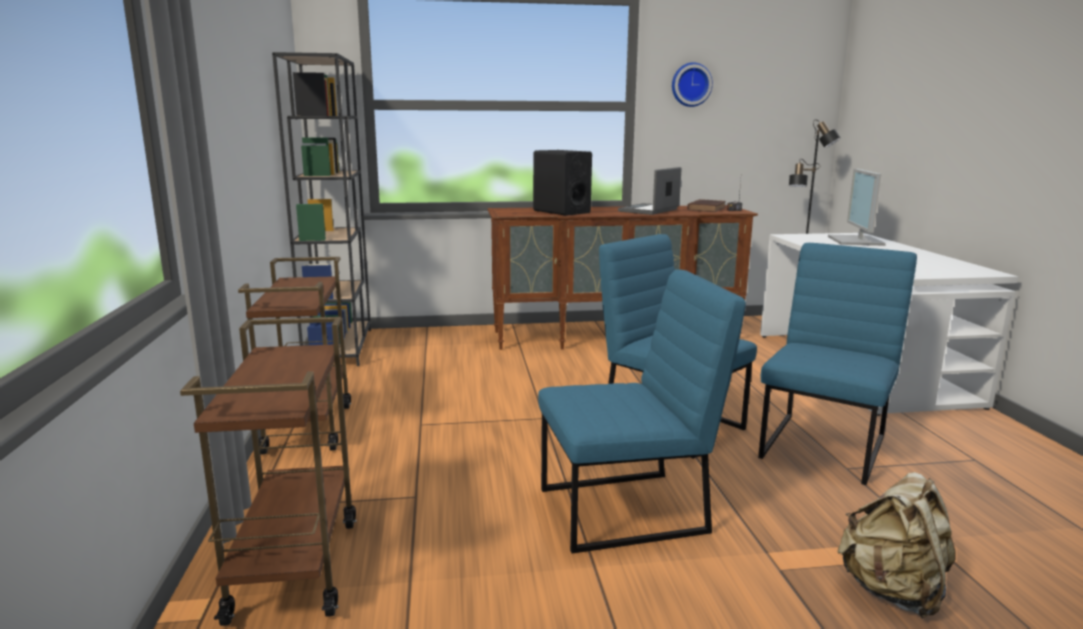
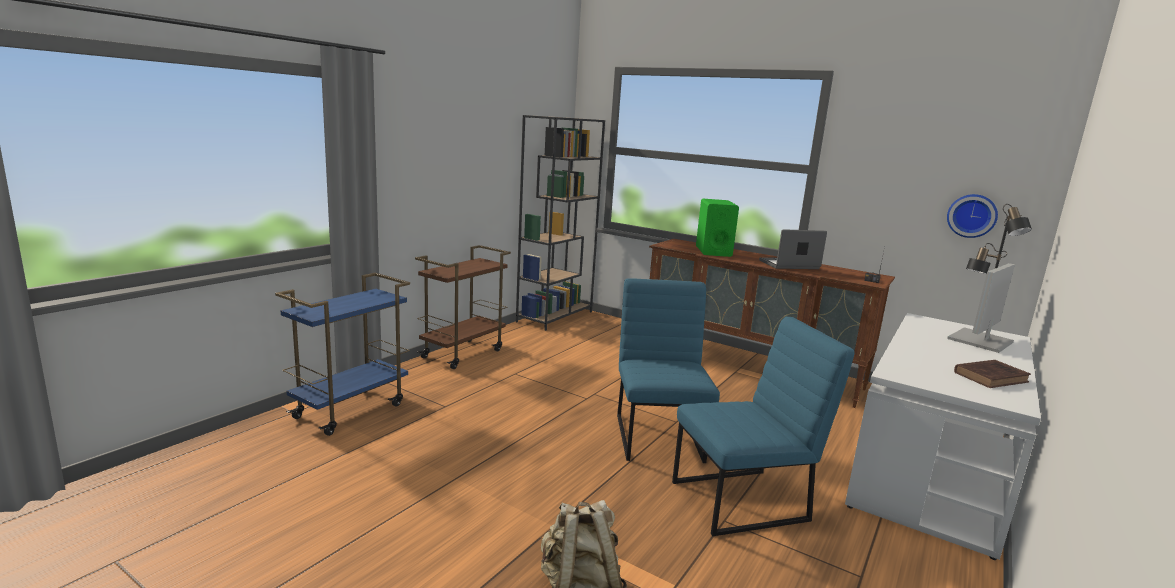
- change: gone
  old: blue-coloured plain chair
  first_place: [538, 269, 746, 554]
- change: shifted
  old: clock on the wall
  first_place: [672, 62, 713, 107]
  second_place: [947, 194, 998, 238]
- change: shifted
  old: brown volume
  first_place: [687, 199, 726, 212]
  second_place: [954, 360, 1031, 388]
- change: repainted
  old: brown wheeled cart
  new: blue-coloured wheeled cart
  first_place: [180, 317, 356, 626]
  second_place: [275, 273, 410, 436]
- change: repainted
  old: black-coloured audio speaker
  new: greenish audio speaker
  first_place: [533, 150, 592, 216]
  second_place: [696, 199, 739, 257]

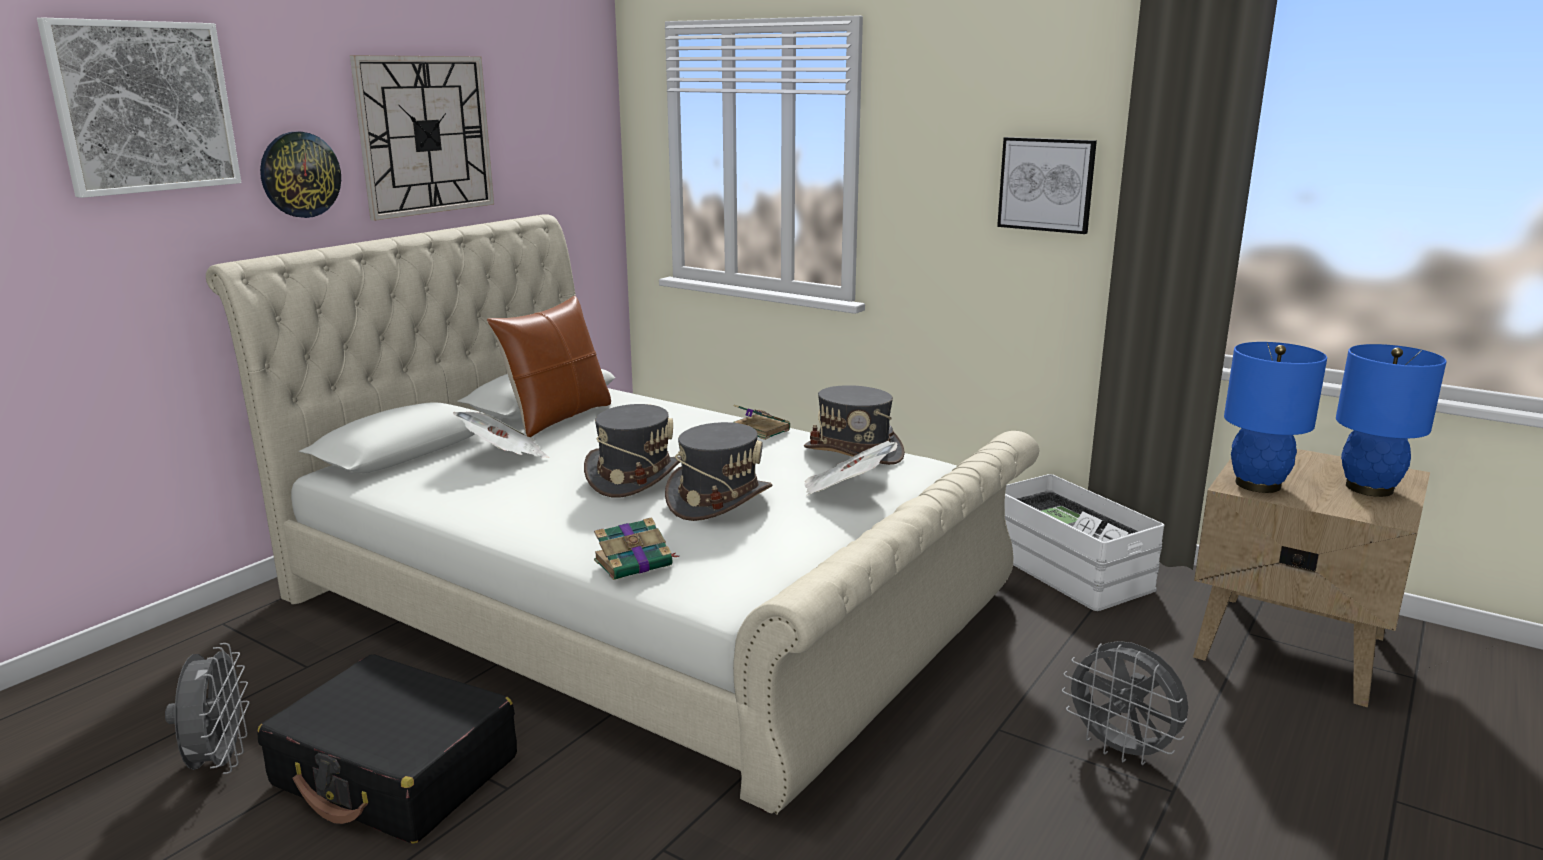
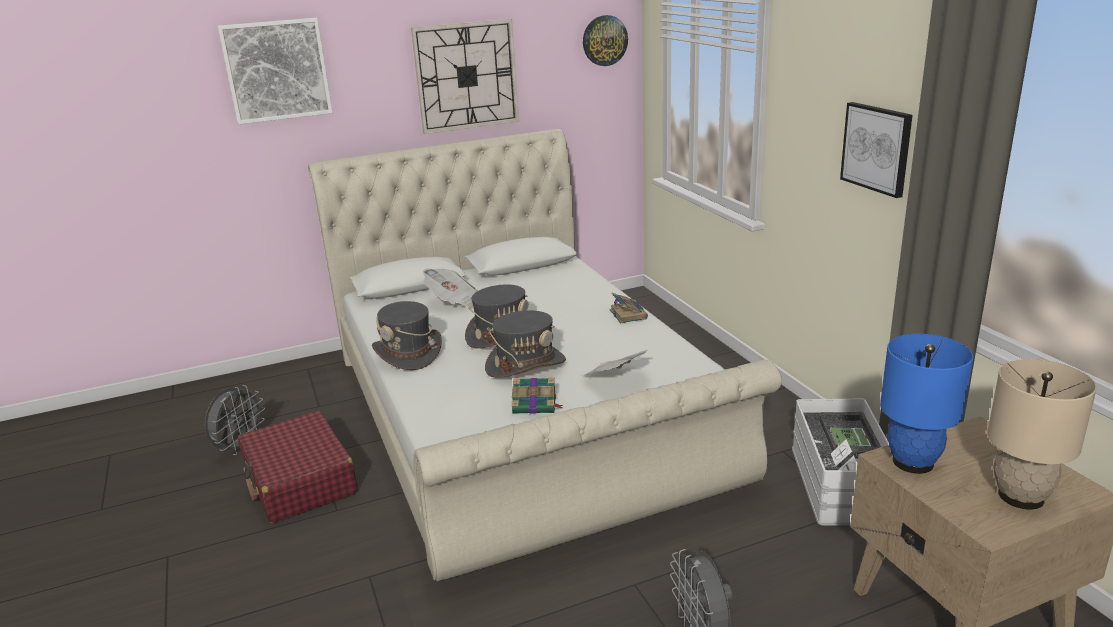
- change: gone
  old: brown pillow
  first_place: [487, 296, 611, 437]
- change: shifted
  old: clock on the wall
  first_place: [260, 132, 341, 218]
  second_place: [583, 15, 628, 66]
- change: shifted
  old: volume
  first_place: [594, 517, 679, 580]
  second_place: [512, 377, 563, 414]
- change: shifted
  old: grey wearable hat
  first_place: [804, 385, 905, 465]
  second_place: [372, 301, 442, 370]
- change: repainted
  old: black-coloured piece of luggage
  new: red piece of luggage
  first_place: [257, 654, 517, 844]
  second_place: [238, 411, 358, 524]
- change: repainted
  old: blue-coloured tabletop lamp
  new: sand-coloured tabletop lamp
  first_place: [1336, 344, 1447, 497]
  second_place: [987, 359, 1097, 510]

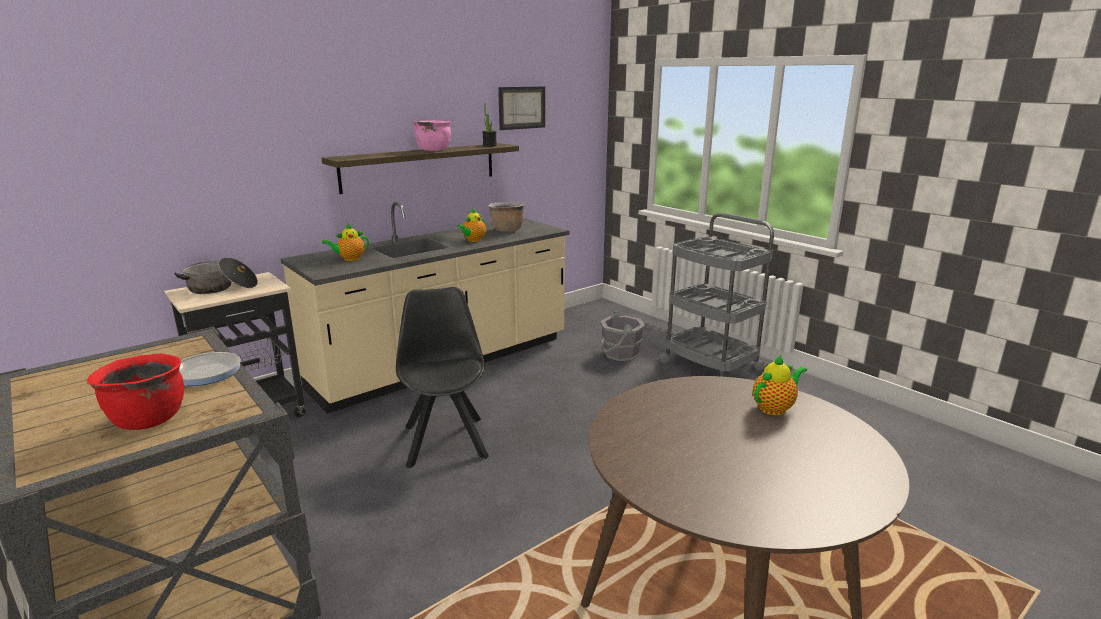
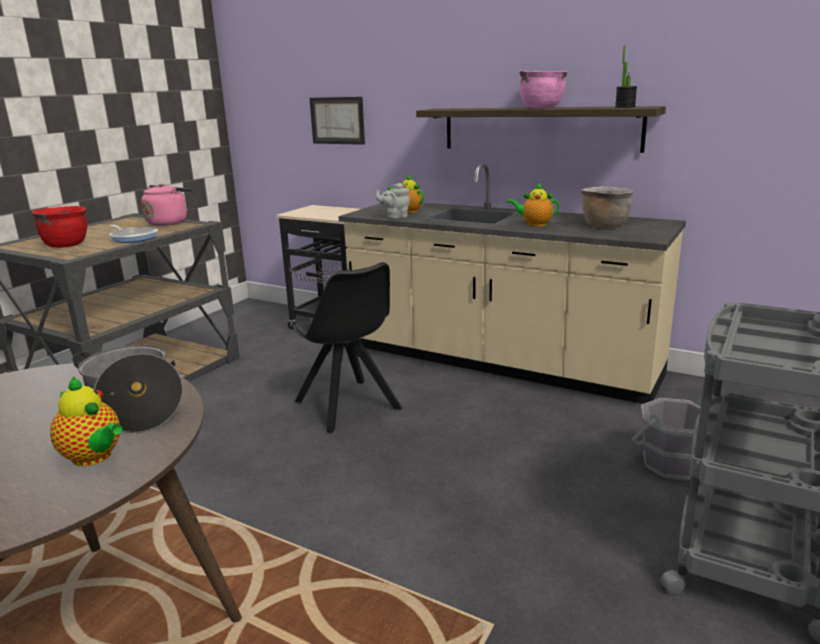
- change: new
  new: pink tea kettle
  second_place: [141, 184, 192, 226]
- change: new
  new: grey tea pot
  second_place: [376, 183, 410, 219]
- change: shifted
  old: saucepot
  first_place: [174, 257, 258, 294]
  second_place: [72, 344, 183, 433]
- change: shifted
  old: wall art
  first_place: [498, 86, 545, 130]
  second_place: [310, 97, 365, 145]
- change: rotated
  old: black-coloured plain chair
  first_place: [396, 287, 489, 468]
  second_place: [293, 262, 402, 433]
  degrees: 90

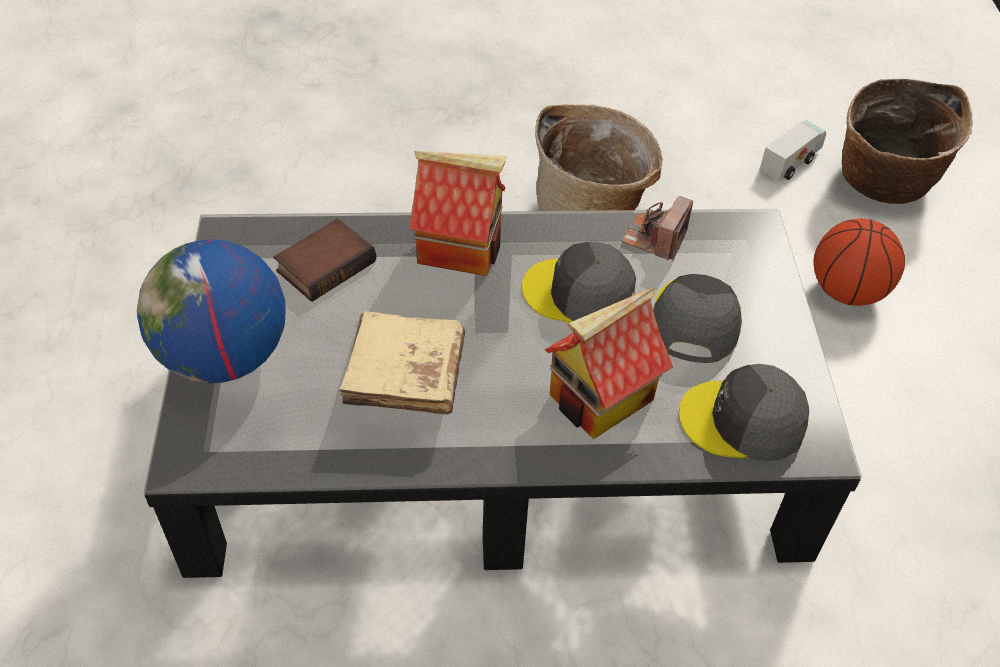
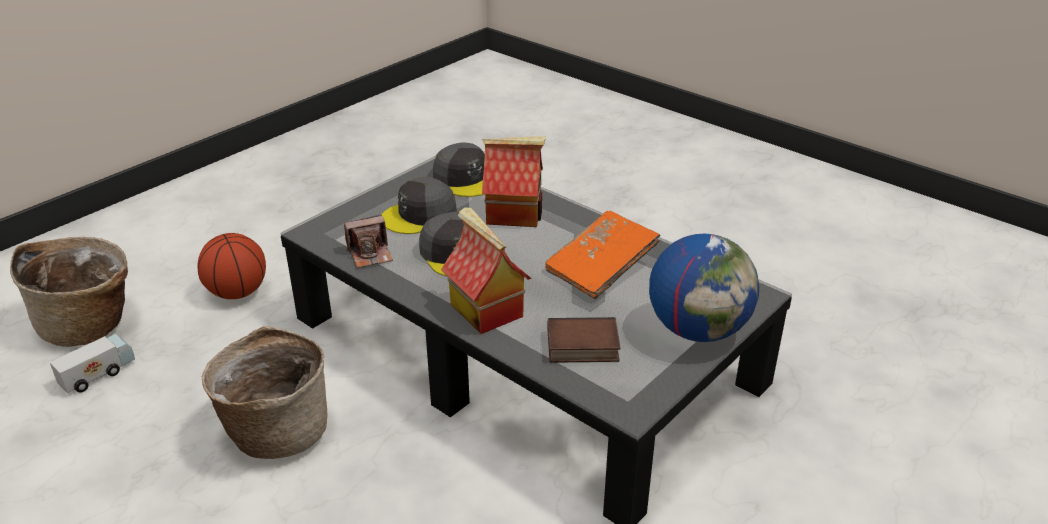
- change: repainted
  old: sand-coloured volume
  new: orange-coloured volume
  first_place: [340, 311, 465, 415]
  second_place: [545, 211, 661, 299]
- change: rotated
  old: toy lorry
  first_place: [760, 120, 826, 180]
  second_place: [50, 334, 135, 394]
  degrees: 135

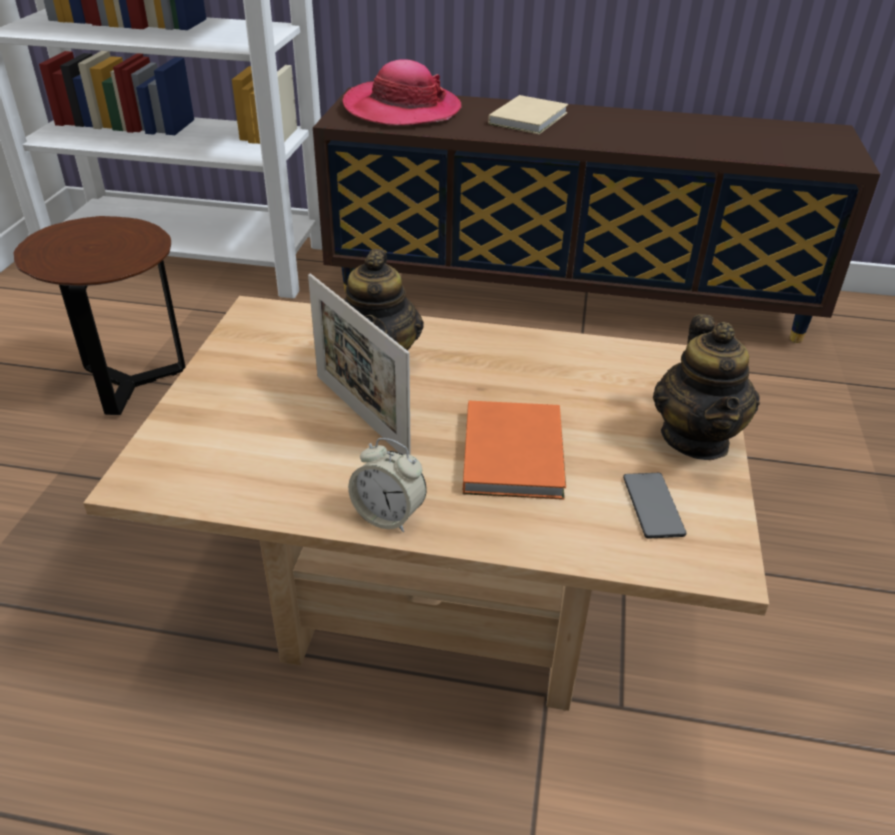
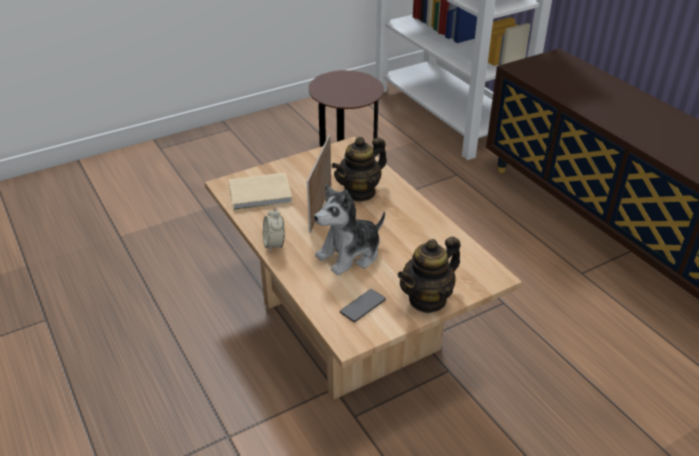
- change: gone
  old: wearable hat
  first_place: [342, 59, 461, 125]
- change: shifted
  old: sand-coloured volume
  first_place: [488, 95, 568, 134]
  second_place: [229, 173, 292, 210]
- change: swapped
  old: orange-coloured volume
  new: soft toy
  first_place: [463, 401, 566, 500]
  second_place: [314, 185, 385, 275]

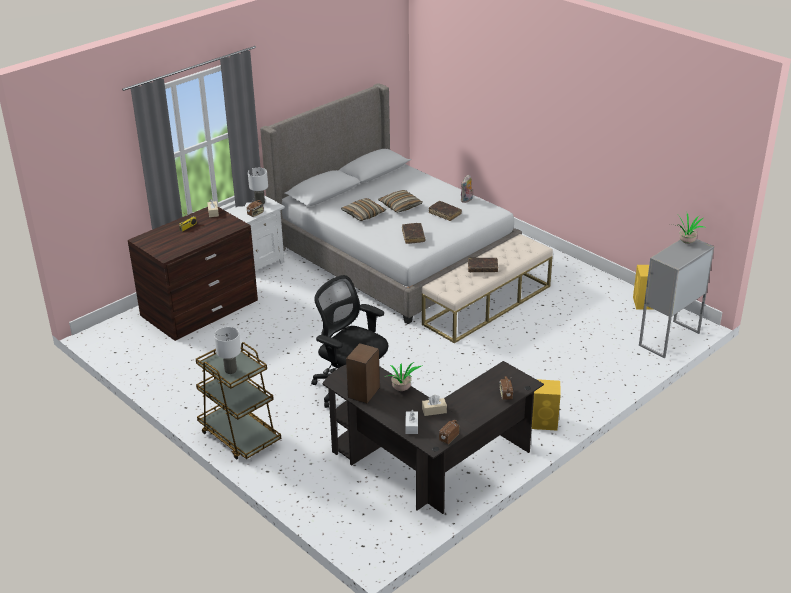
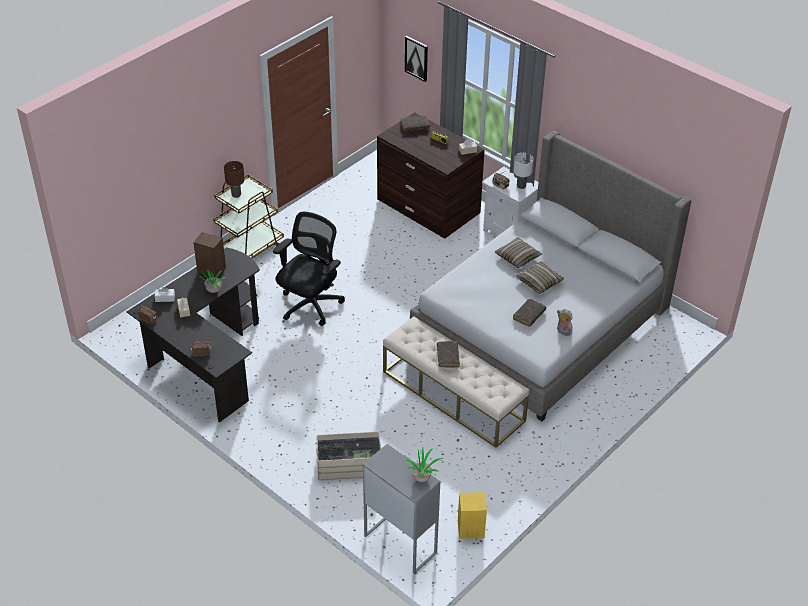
- change: gone
  old: yellowish audio speaker
  first_place: [532, 379, 561, 431]
- change: new
  new: sand-coloured storage box
  second_place: [316, 432, 381, 480]
- change: new
  new: wall art
  second_place: [405, 36, 428, 82]
- change: shifted
  old: brown volume
  first_place: [402, 223, 425, 244]
  second_place: [400, 115, 430, 132]
- change: repainted
  old: white tabletop lamp
  new: brown tabletop lamp
  first_place: [214, 327, 241, 374]
  second_place: [224, 161, 245, 198]

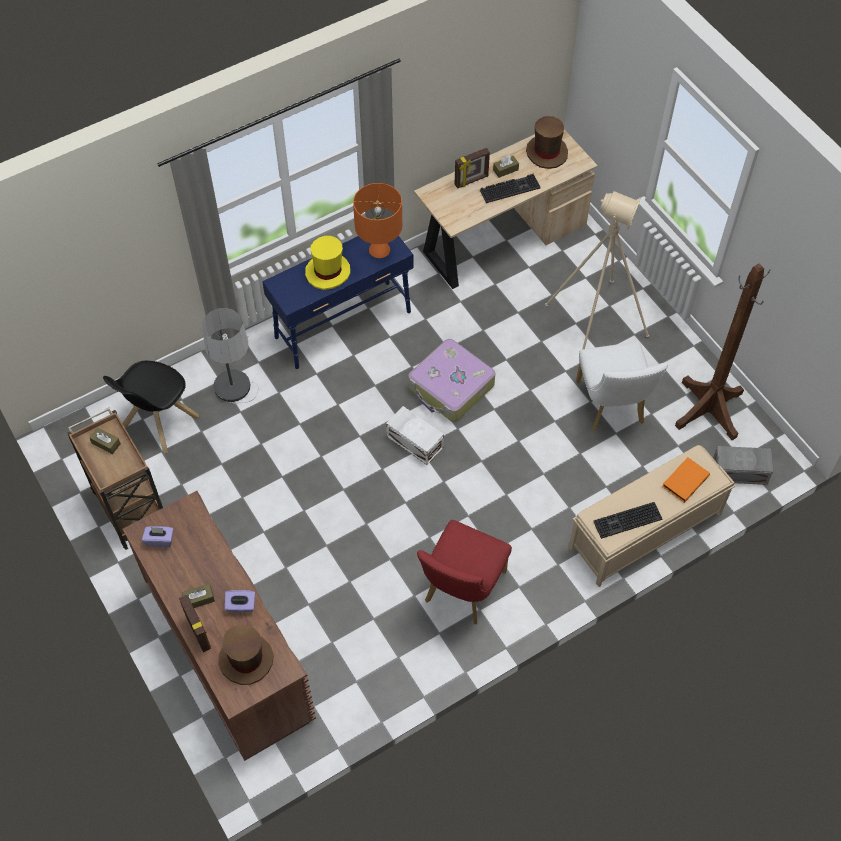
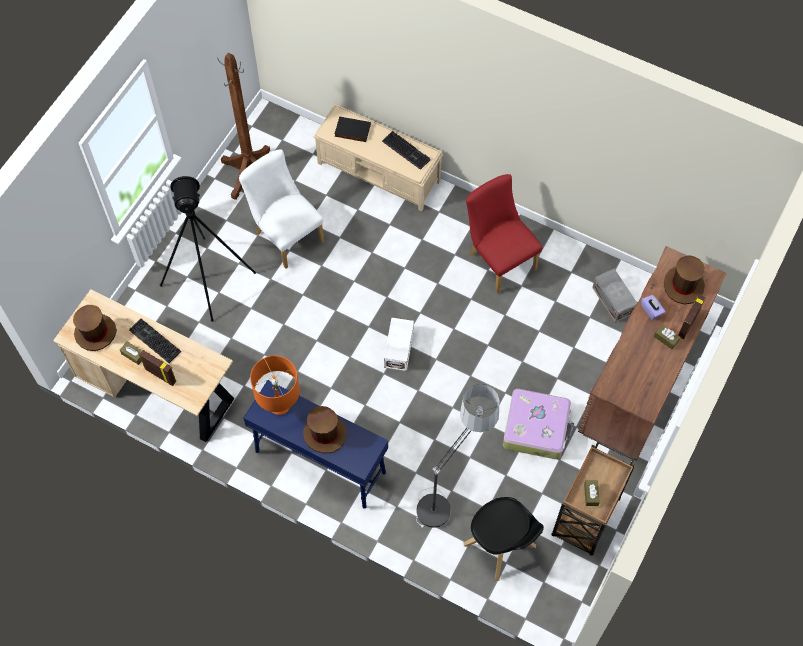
- change: gone
  old: purplish tissue holder
  first_place: [142, 526, 174, 547]
- change: shifted
  old: piece of luggage
  first_place: [408, 339, 495, 422]
  second_place: [503, 389, 574, 459]
- change: shifted
  old: grey storage box
  first_place: [713, 446, 773, 485]
  second_place: [592, 268, 637, 323]
- change: repainted
  old: yellowish wearable hat
  new: brown wearable hat
  first_place: [305, 236, 350, 290]
  second_place: [303, 406, 347, 453]
- change: repainted
  old: sand-coloured standing lamp
  new: black-coloured standing lamp
  first_place: [545, 191, 649, 361]
  second_place: [160, 176, 256, 322]
- change: repainted
  old: orange-coloured volume
  new: black-coloured volume
  first_place: [662, 457, 710, 503]
  second_place: [335, 117, 371, 142]
- change: rotated
  old: black-coloured plain chair
  first_place: [103, 361, 200, 454]
  second_place: [464, 497, 544, 581]
  degrees: 45
- change: rotated
  old: red plain chair
  first_place: [417, 520, 512, 624]
  second_place: [466, 174, 542, 294]
  degrees: -120
- change: rotated
  old: white plain chair
  first_place: [576, 342, 668, 431]
  second_place: [239, 149, 324, 269]
  degrees: -90

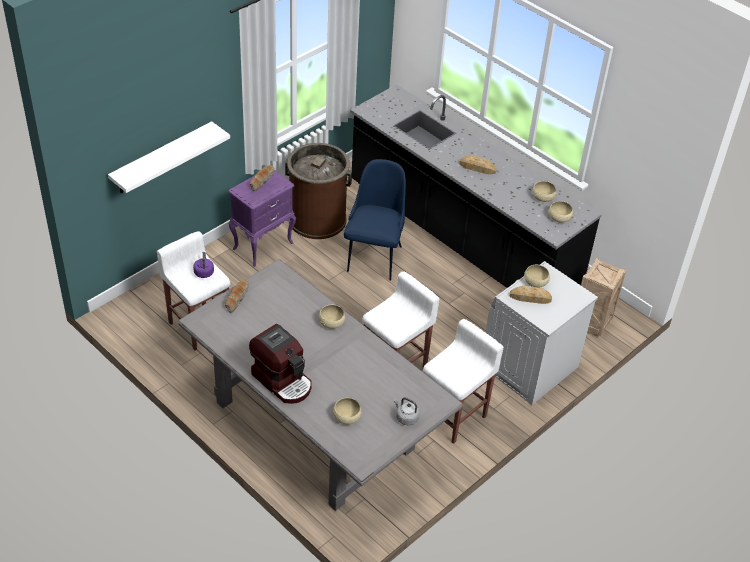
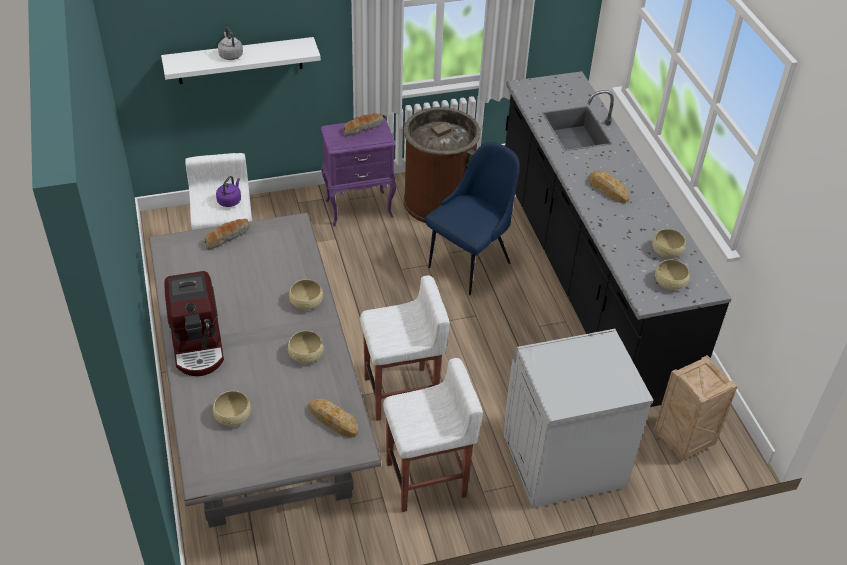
- change: shifted
  old: grey tea kettle
  first_place: [394, 397, 420, 425]
  second_place: [218, 27, 243, 60]
- change: shifted
  old: bakery bread
  first_place: [510, 286, 552, 304]
  second_place: [308, 399, 358, 438]
- change: shifted
  old: sand-coloured bowl
  first_place: [524, 265, 550, 288]
  second_place: [288, 331, 324, 364]

